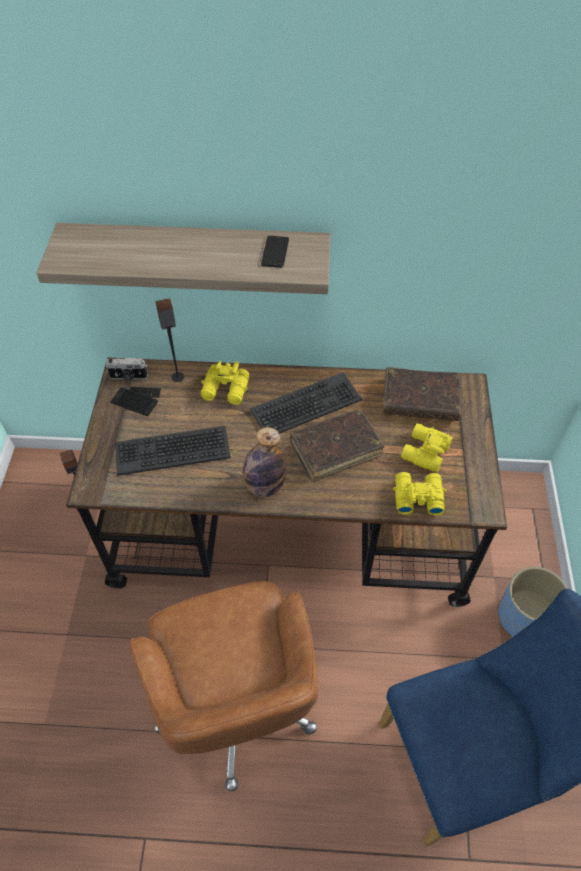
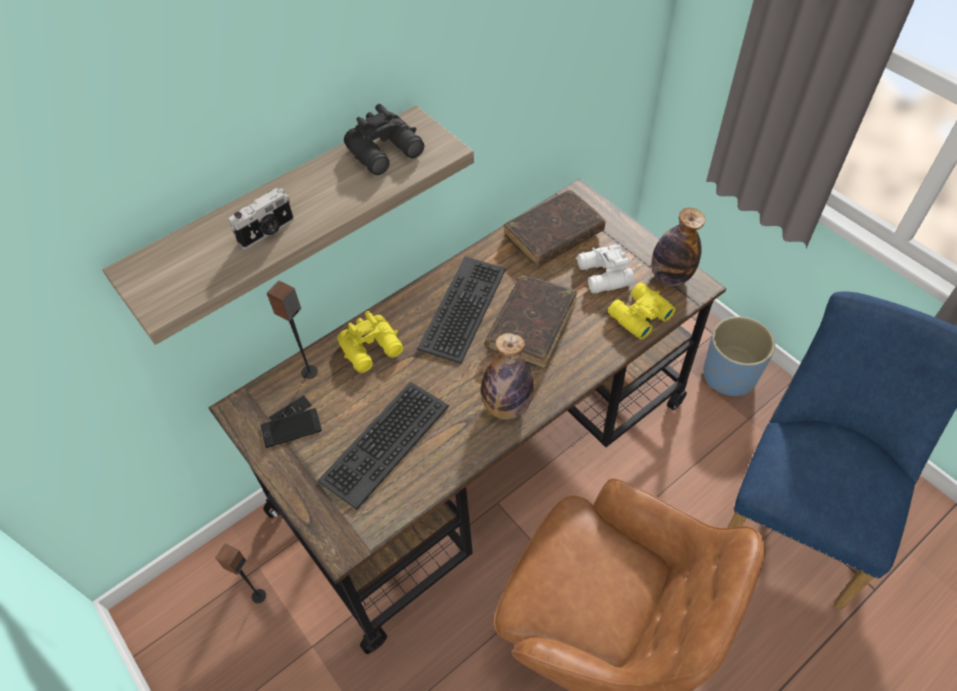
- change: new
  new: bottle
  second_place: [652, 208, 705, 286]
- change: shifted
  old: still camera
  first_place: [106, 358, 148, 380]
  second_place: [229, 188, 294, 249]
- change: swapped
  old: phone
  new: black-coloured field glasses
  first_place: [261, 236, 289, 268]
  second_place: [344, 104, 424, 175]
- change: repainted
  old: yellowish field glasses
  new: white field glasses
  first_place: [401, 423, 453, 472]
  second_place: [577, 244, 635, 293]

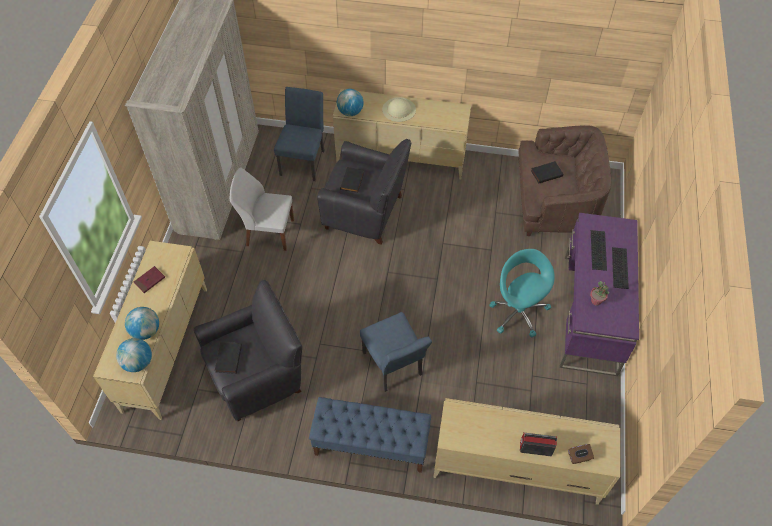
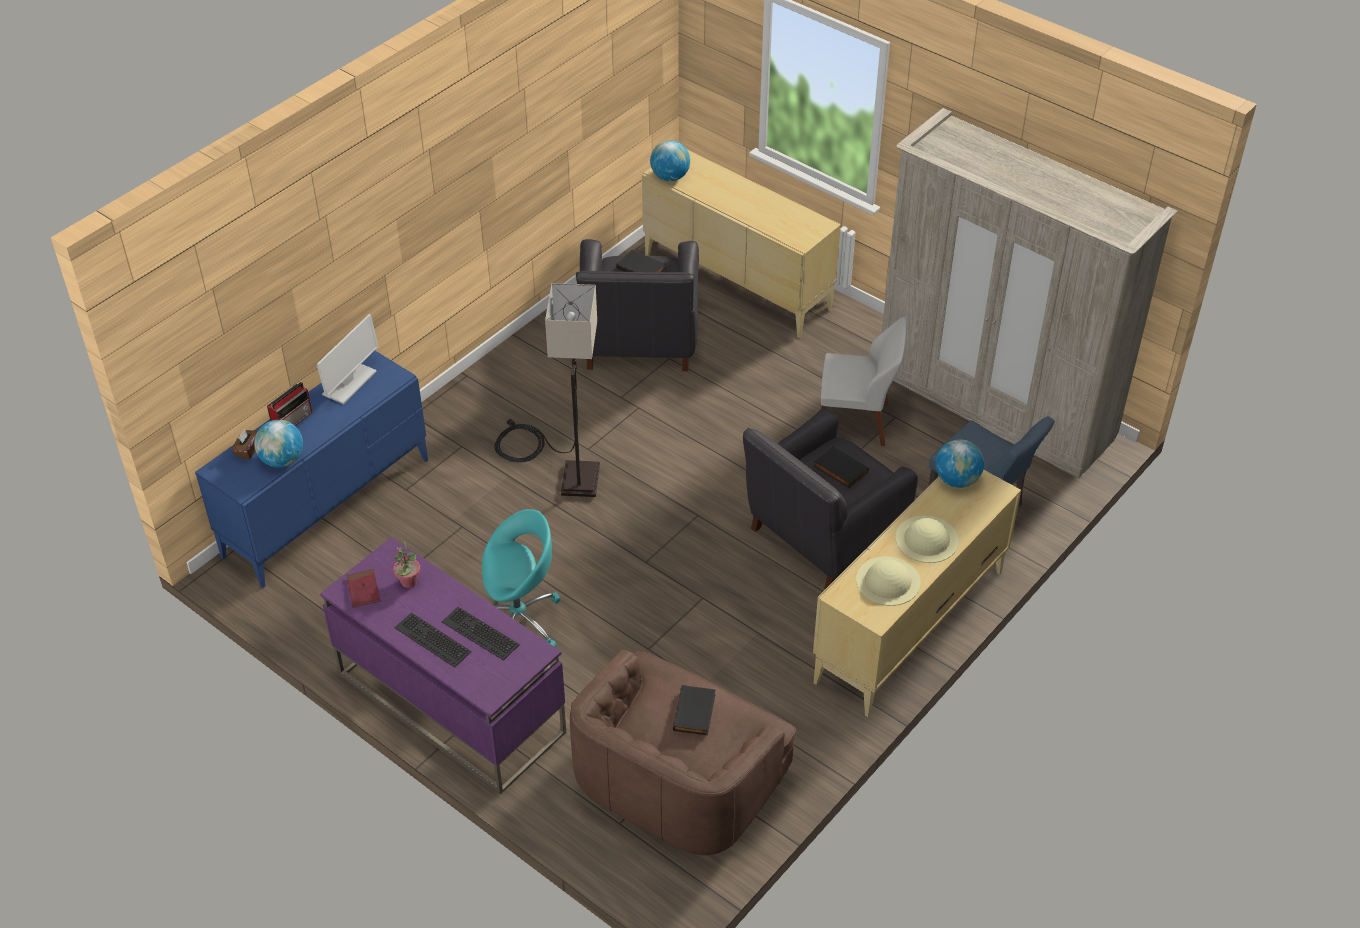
- change: gone
  old: blue-coloured bench
  first_place: [309, 397, 431, 473]
- change: new
  new: monitor
  second_place: [317, 314, 379, 404]
- change: new
  new: sand-coloured wearable hat
  second_place: [856, 556, 921, 606]
- change: shifted
  old: world globe
  first_place: [125, 307, 159, 340]
  second_place: [254, 420, 303, 467]
- change: shifted
  old: red volume
  first_place: [134, 266, 165, 293]
  second_place: [347, 569, 381, 608]
- change: swapped
  old: blue-coloured plain chair
  new: standing lamp
  first_place: [360, 312, 432, 392]
  second_place: [495, 283, 600, 497]
- change: repainted
  old: sand-coloured chest of drawers
  new: blue-coloured chest of drawers
  first_place: [433, 398, 620, 505]
  second_place: [195, 351, 428, 588]
- change: rotated
  old: white plain chair
  first_place: [230, 167, 294, 251]
  second_place: [821, 317, 907, 446]
  degrees: 60

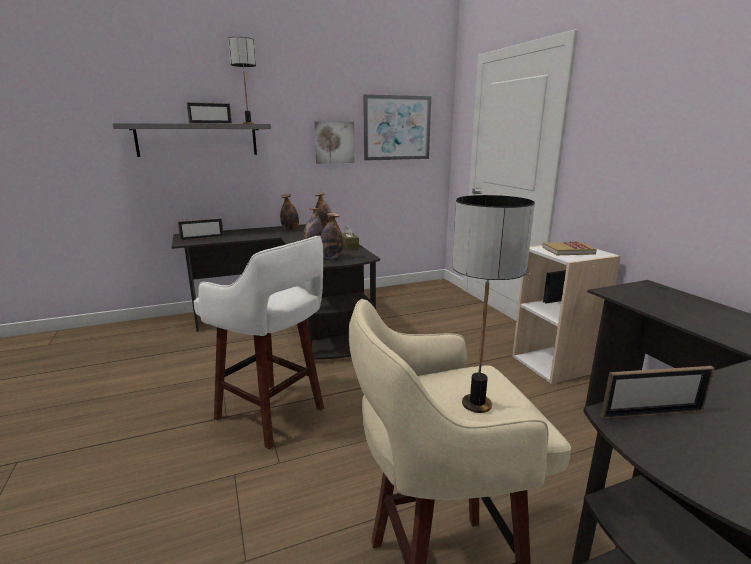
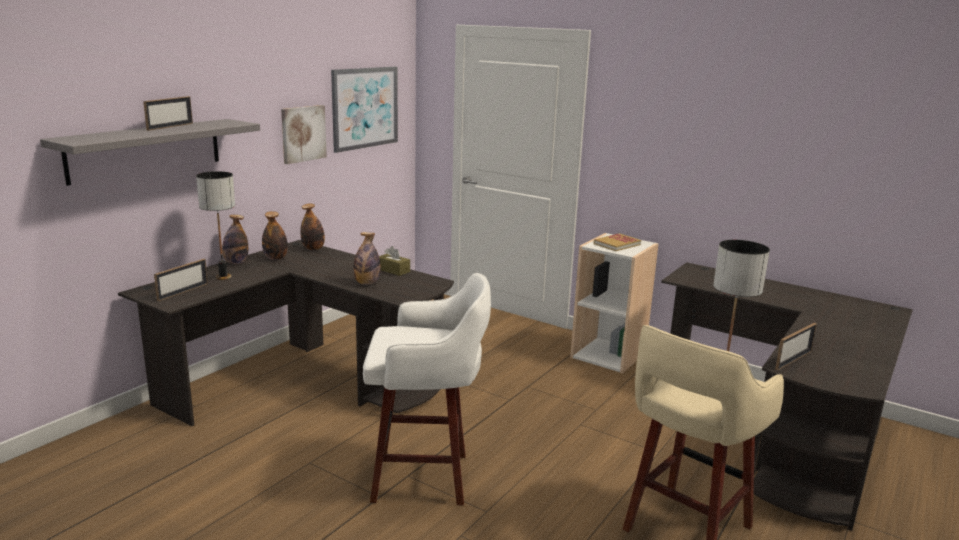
- change: shifted
  old: tabletop lamp
  first_place: [228, 37, 256, 124]
  second_place: [196, 171, 235, 280]
- change: shifted
  old: bottle
  first_place: [321, 213, 343, 259]
  second_place: [222, 215, 248, 264]

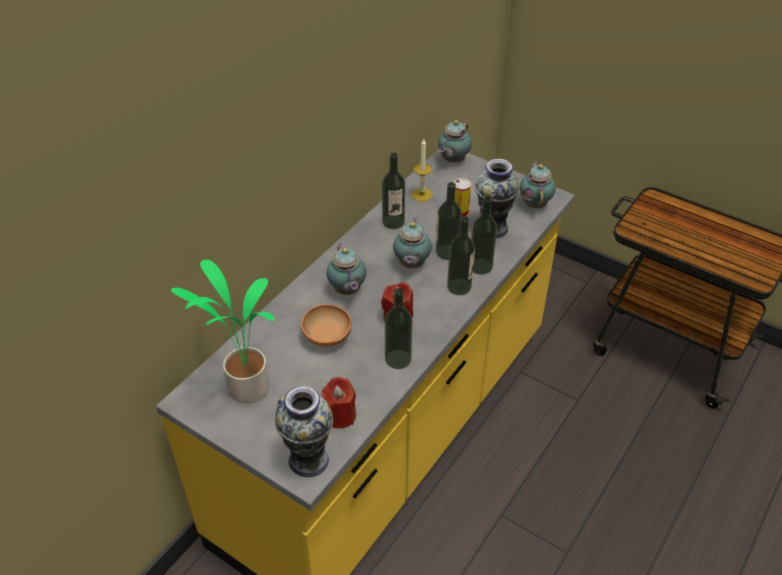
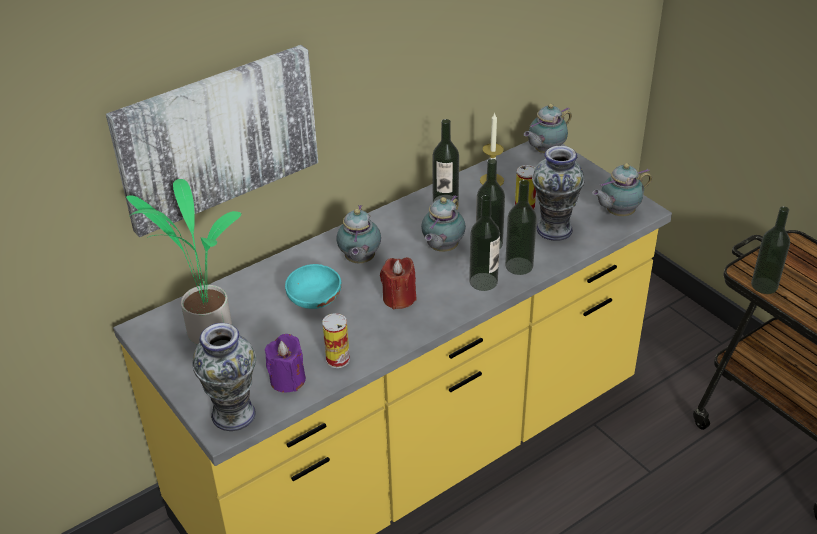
- change: new
  new: wall art
  second_place: [106, 45, 318, 237]
- change: new
  new: metal can
  second_place: [322, 313, 350, 368]
- change: shifted
  old: bottle
  first_place: [385, 288, 412, 369]
  second_place: [751, 206, 790, 294]
- change: repainted
  old: brown bowl
  new: turquoise bowl
  first_place: [301, 304, 352, 347]
  second_place: [285, 264, 342, 309]
- change: repainted
  old: red candle
  new: purplish candle
  first_place: [322, 377, 356, 429]
  second_place: [265, 334, 306, 393]
- change: rotated
  old: tea pot
  first_place: [520, 161, 556, 208]
  second_place: [592, 163, 652, 216]
  degrees: -135

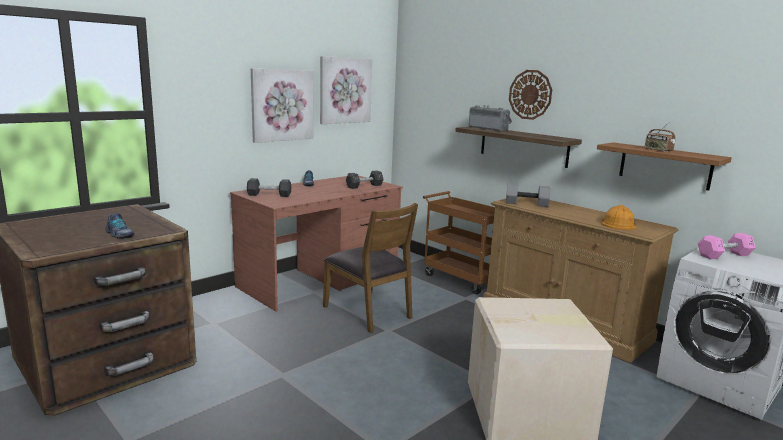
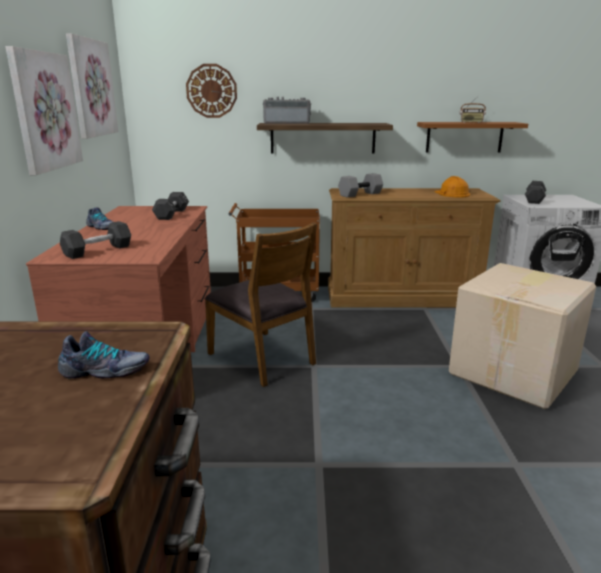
- change: shifted
  old: clock on the wall
  first_place: [509, 70, 552, 120]
  second_place: [186, 64, 237, 118]
- change: repainted
  old: pink dumbbell
  new: black-coloured dumbbell
  first_place: [698, 233, 756, 259]
  second_place: [525, 181, 546, 204]
- change: rotated
  old: brown plain chair
  first_place: [323, 203, 418, 333]
  second_place: [205, 222, 317, 387]
  degrees: 45

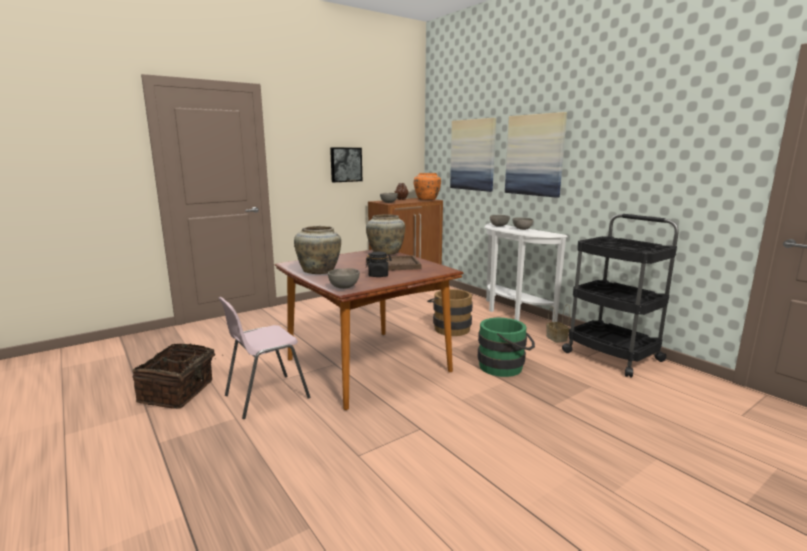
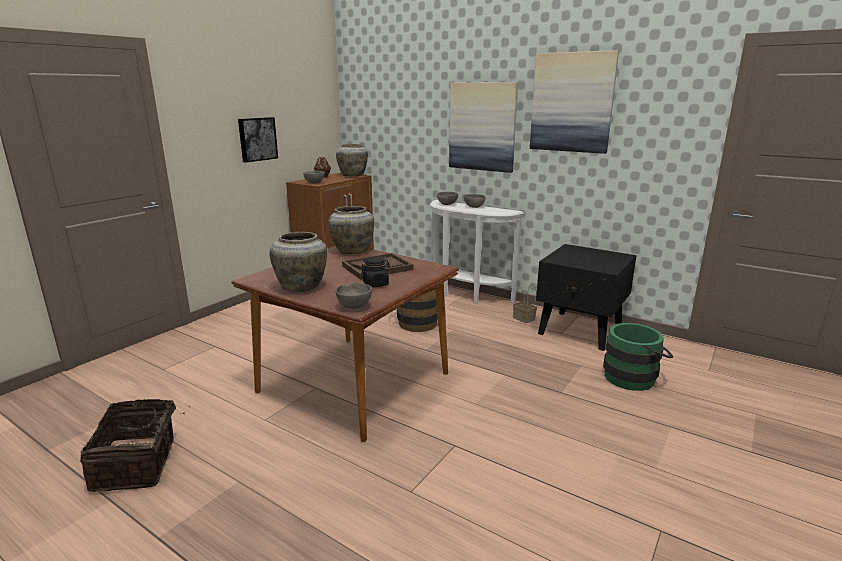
- change: gone
  old: pink plain chair
  first_place: [218, 297, 310, 419]
- change: shifted
  old: wall art
  first_place: [450, 118, 496, 192]
  second_place: [530, 50, 619, 154]
- change: shifted
  old: greenish water bucket
  first_place: [478, 318, 535, 377]
  second_place: [603, 323, 674, 391]
- change: swapped
  old: black-coloured wheeled cart
  new: black-coloured nightstand
  first_place: [562, 214, 679, 378]
  second_place: [536, 244, 636, 351]
- change: repainted
  old: orange-coloured decorative vase
  new: sand-coloured decorative vase
  first_place: [414, 173, 441, 200]
  second_place: [336, 144, 368, 176]

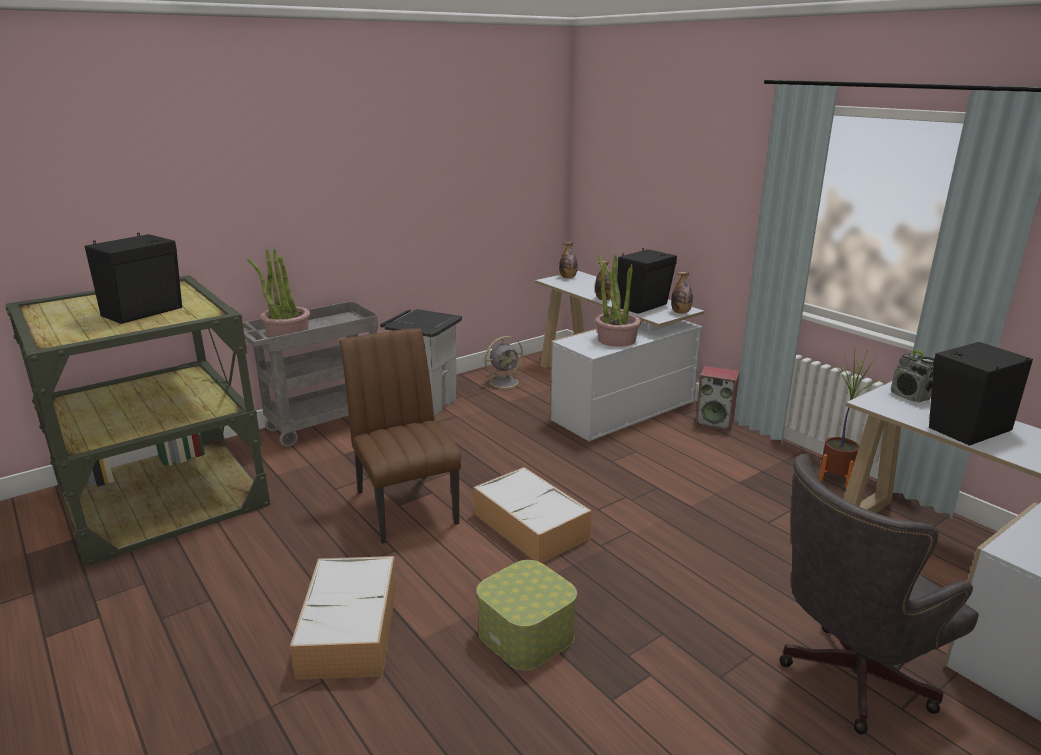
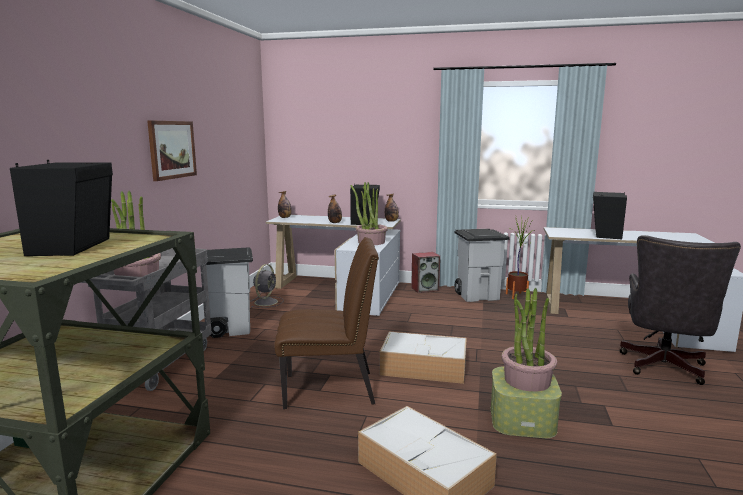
- change: gone
  old: radio
  first_place: [891, 350, 934, 402]
- change: new
  new: wall art
  second_place: [147, 120, 197, 181]
- change: new
  new: grey trash can
  second_place: [455, 229, 510, 302]
- change: new
  new: potted plant
  second_place: [501, 288, 557, 392]
- change: rotated
  old: brown plain chair
  first_place: [339, 328, 461, 544]
  second_place: [274, 237, 379, 409]
  degrees: 150

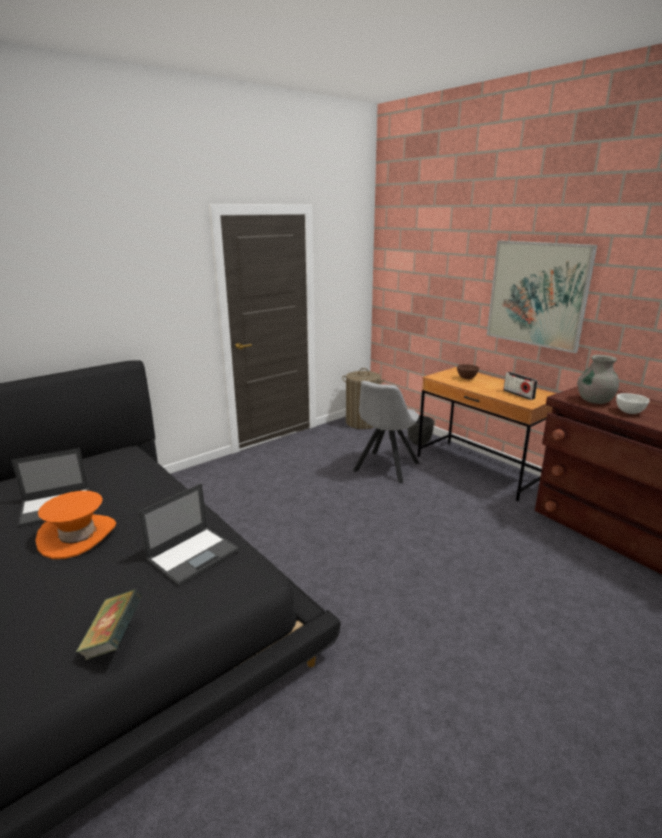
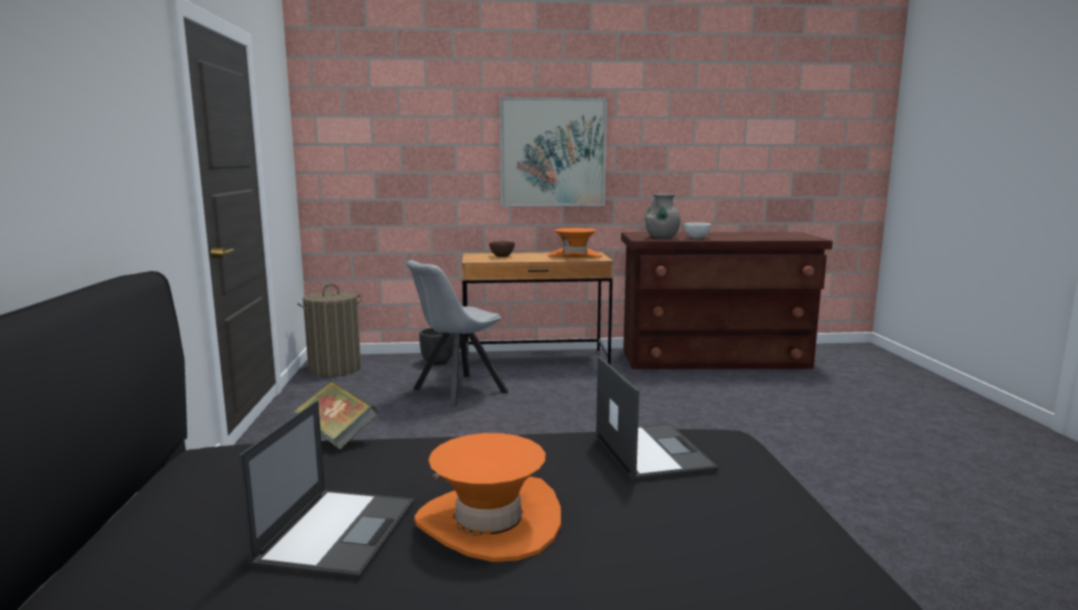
- change: shifted
  old: volume
  first_place: [75, 589, 143, 660]
  second_place: [293, 380, 378, 449]
- change: swapped
  old: radio
  new: orange-coloured wearable hat
  first_place: [503, 372, 538, 400]
  second_place: [548, 228, 602, 258]
- change: rotated
  old: grey plain chair
  first_place: [353, 381, 420, 483]
  second_place: [407, 260, 508, 408]
  degrees: 75

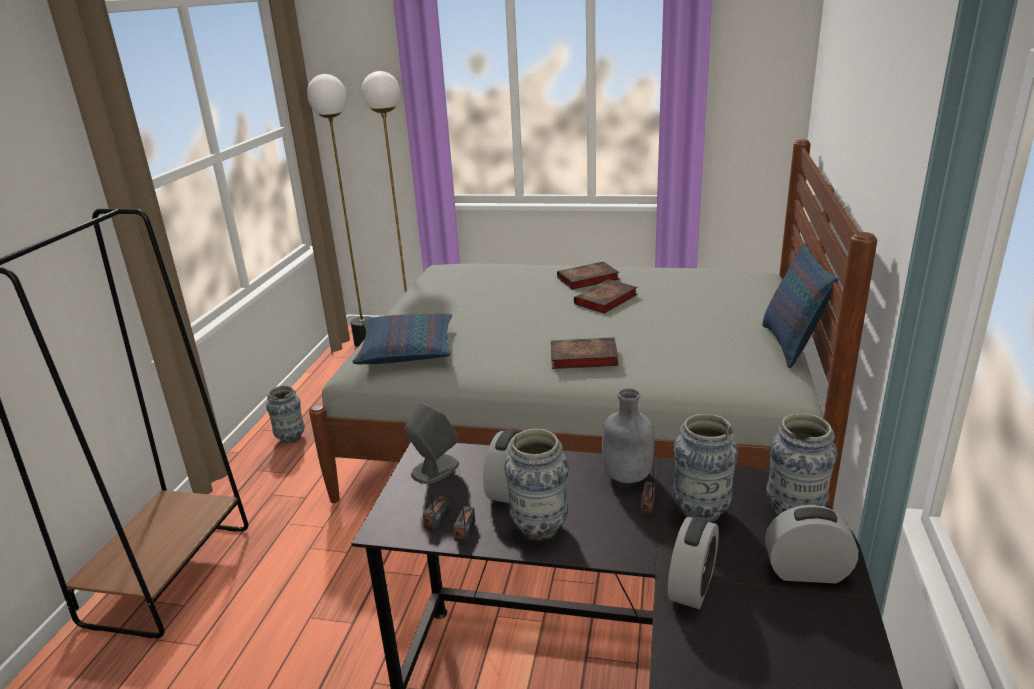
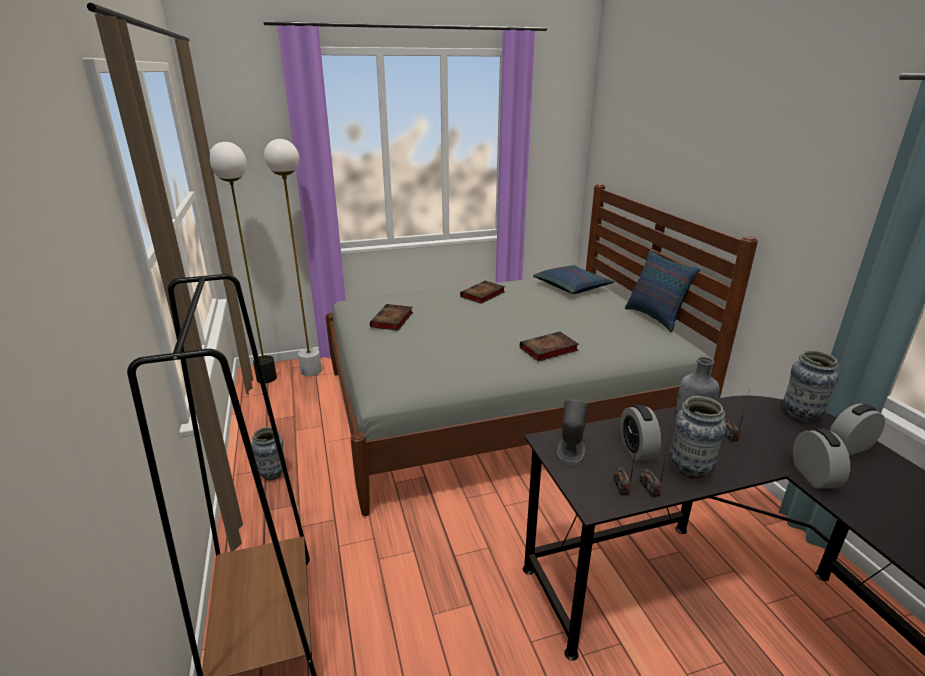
- change: gone
  old: decorative vase
  first_place: [673, 414, 738, 522]
- change: shifted
  old: blue-coloured pillow
  first_place: [352, 314, 452, 364]
  second_place: [533, 265, 614, 294]
- change: shifted
  old: volume
  first_place: [574, 279, 637, 314]
  second_place: [370, 304, 413, 331]

